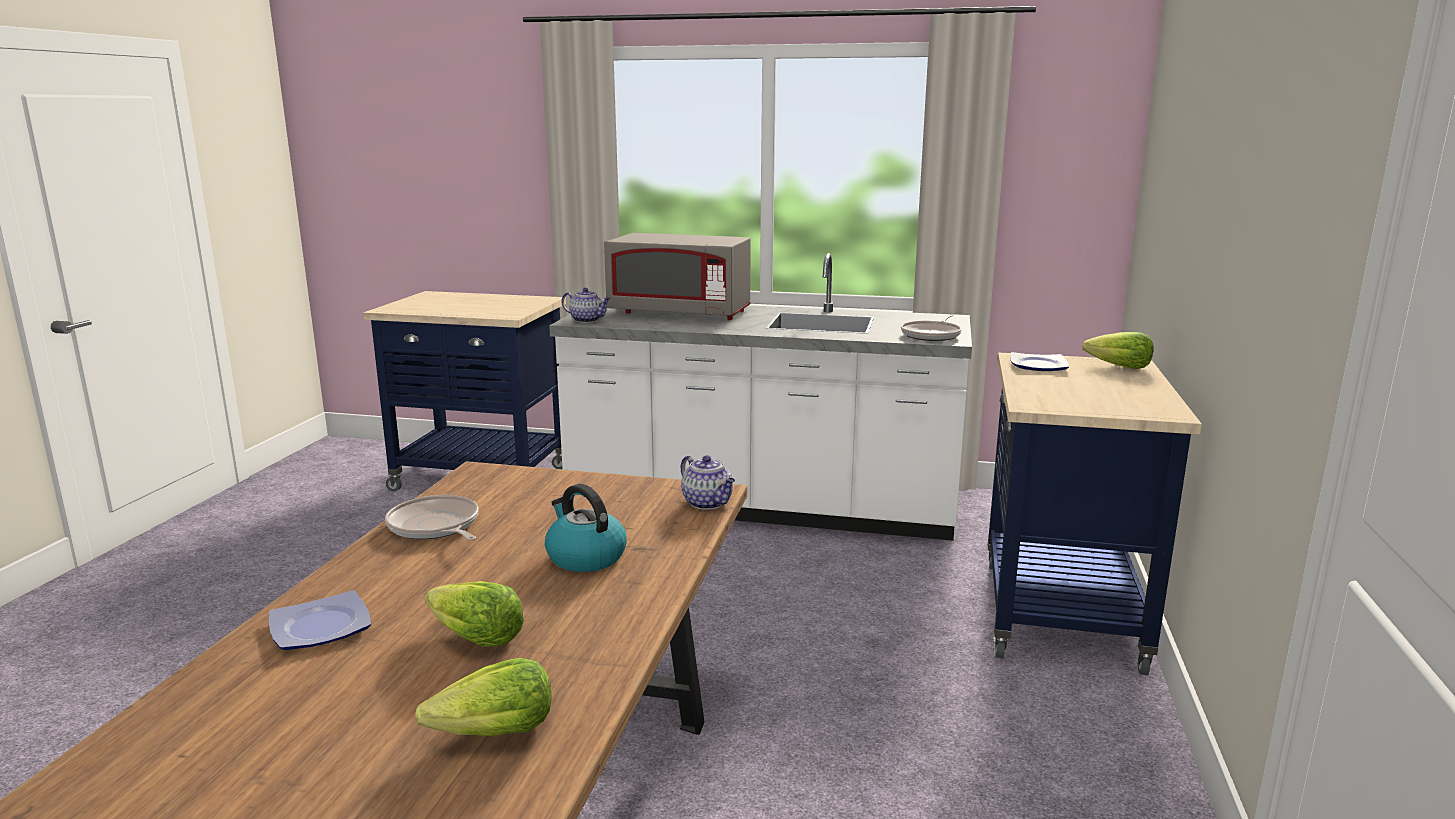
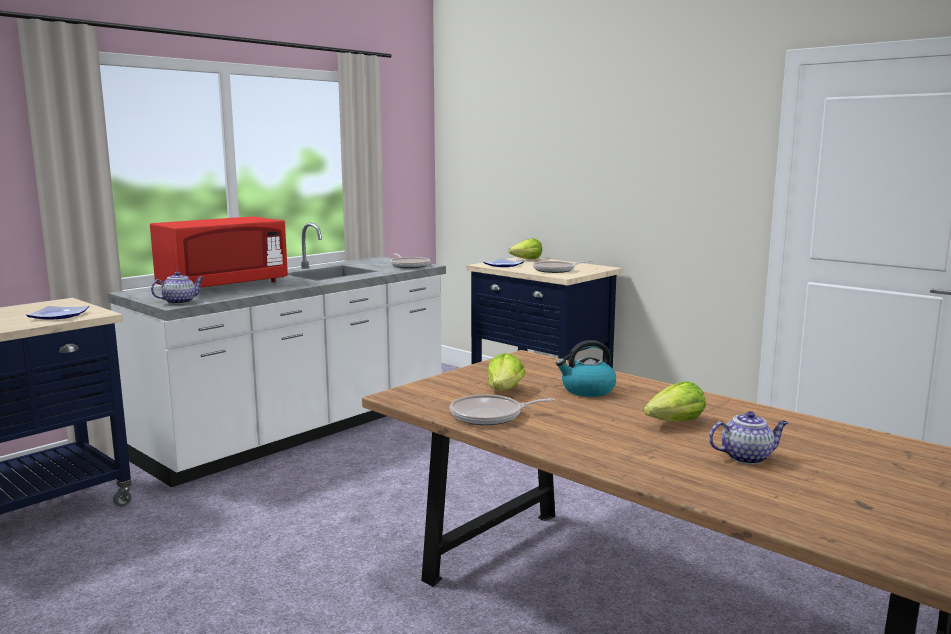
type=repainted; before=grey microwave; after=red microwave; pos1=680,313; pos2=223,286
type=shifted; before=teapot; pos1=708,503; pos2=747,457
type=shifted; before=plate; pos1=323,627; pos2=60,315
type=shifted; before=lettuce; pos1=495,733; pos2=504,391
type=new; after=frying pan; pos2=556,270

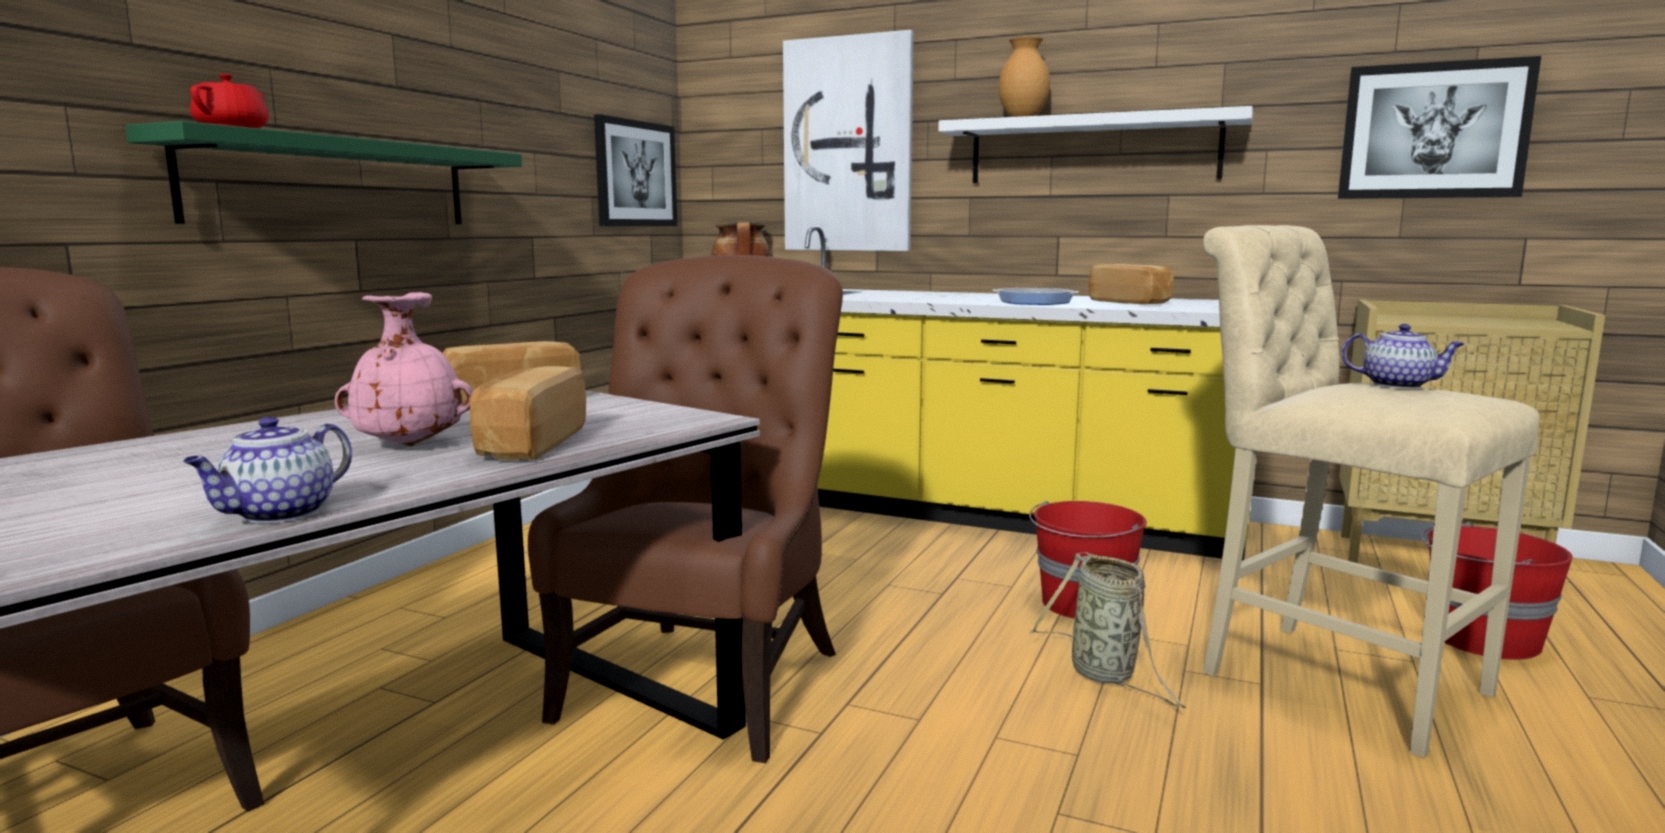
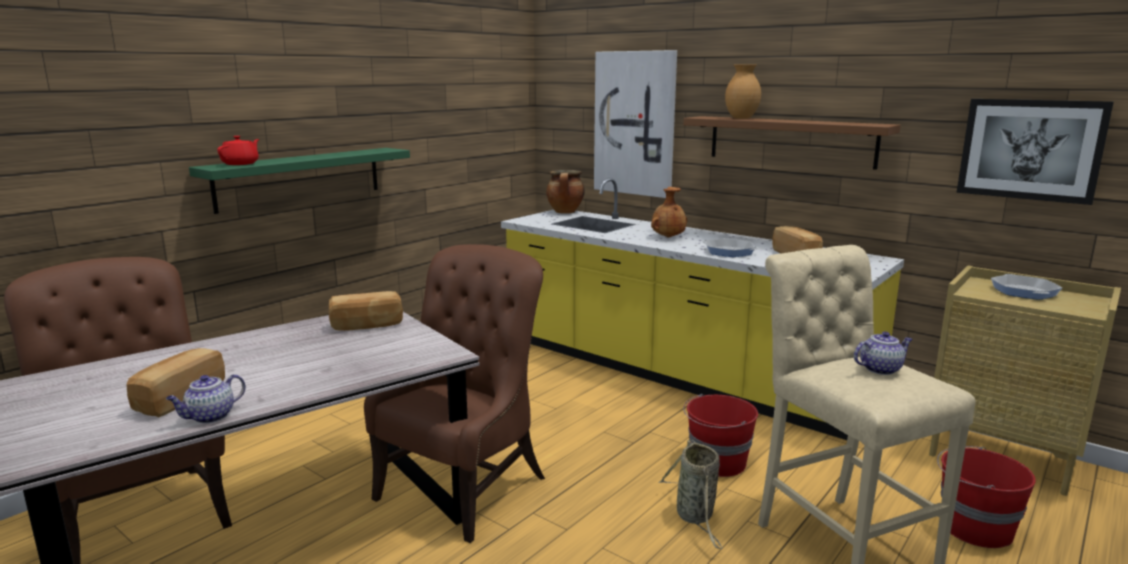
type=repainted; before=white shelf; after=brown shelf; pos1=1092,150; pos2=790,141
type=gone; before=picture; pos1=635,174
type=gone; before=pink vase; pos1=410,445
type=rotated; before=teapot; pos1=1398,385; pos2=880,369; turn=-60
type=shifted; before=bread; pos1=529,444; pos2=179,398
type=new; after=brown vase; pos2=667,237
type=new; after=frying pan; pos2=1024,292

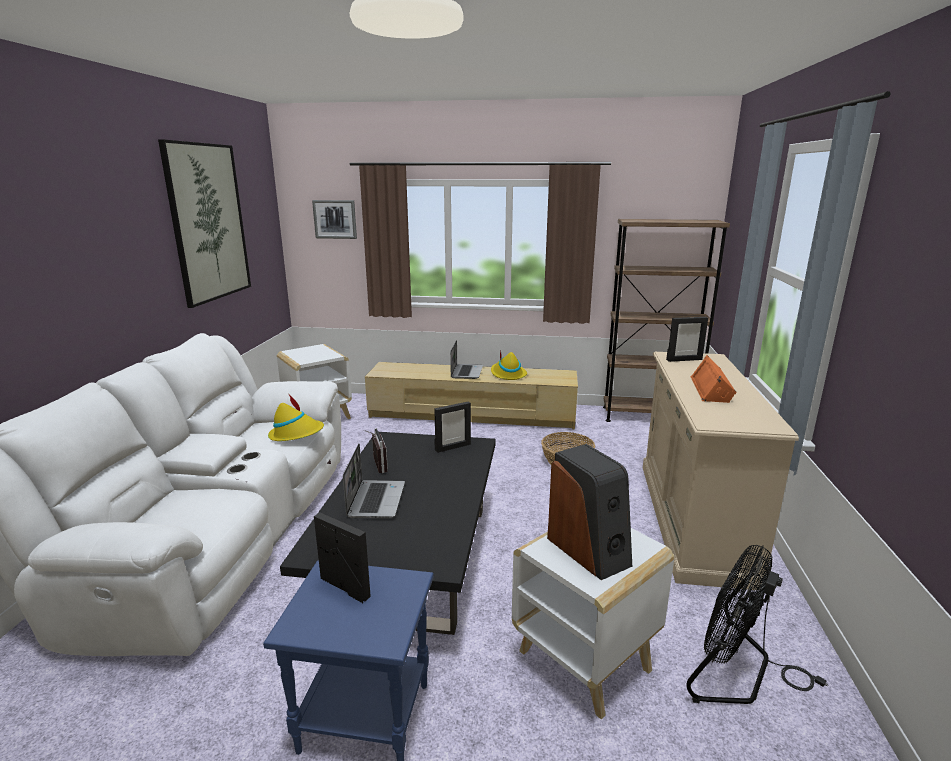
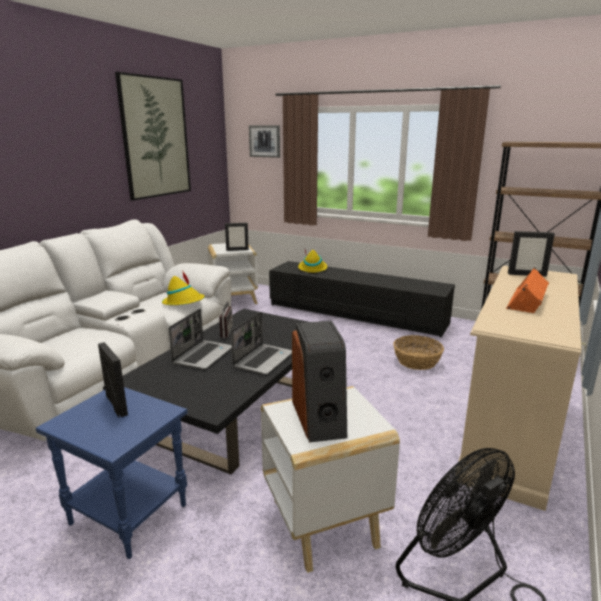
type=shifted; before=laptop; pos1=466,372; pos2=263,359
type=shifted; before=yellow hat; pos1=507,374; pos2=312,268
type=repainted; before=beige tv stand; after=black tv stand; pos1=473,414; pos2=356,313
type=shifted; before=picture frame; pos1=452,447; pos2=237,249

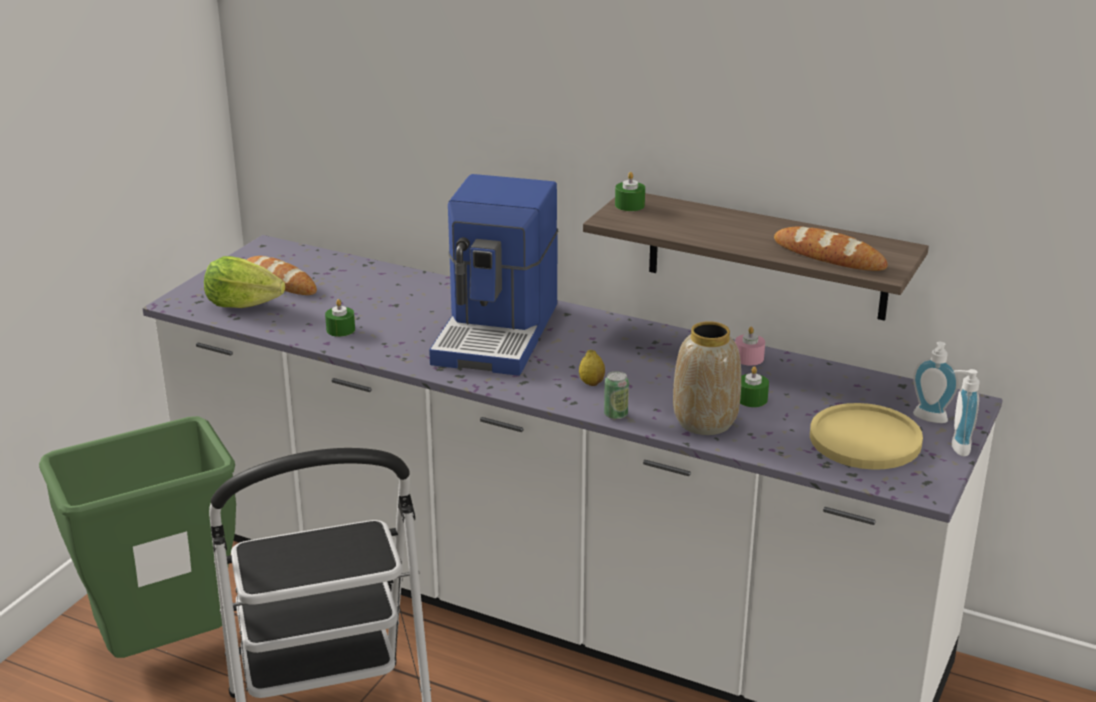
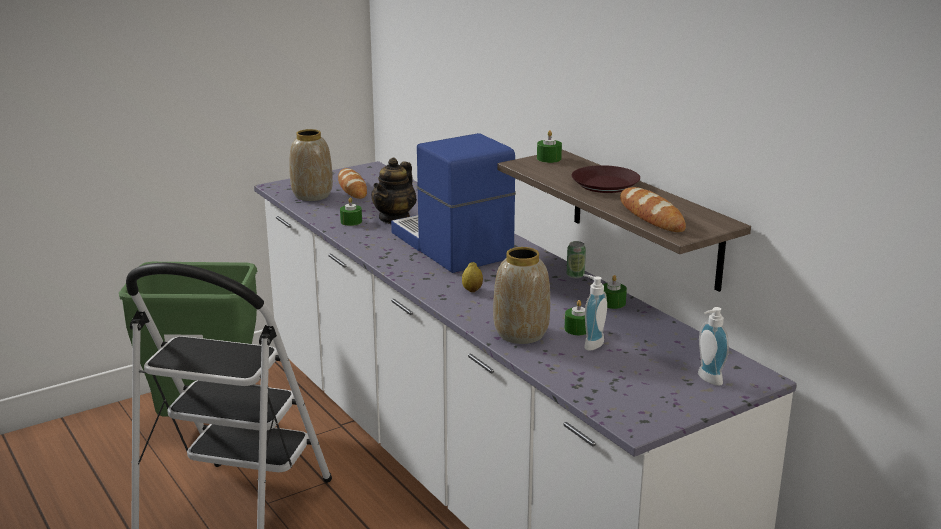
type=rotated; before=coffee machine; pos1=498,333; pos2=450,246; turn=105
type=swapped; before=lettuce; after=vase; pos1=242,304; pos2=312,195
type=repainted; before=pink candle; after=green candle; pos1=749,358; pos2=612,303
type=shifted; before=soap dispenser; pos1=956,447; pos2=591,343
type=shifted; before=can; pos1=615,415; pos2=575,275
type=gone; before=yellow plate; pos1=865,439
type=new; after=teapot; pos2=395,219
type=new; after=brown plate; pos2=606,185

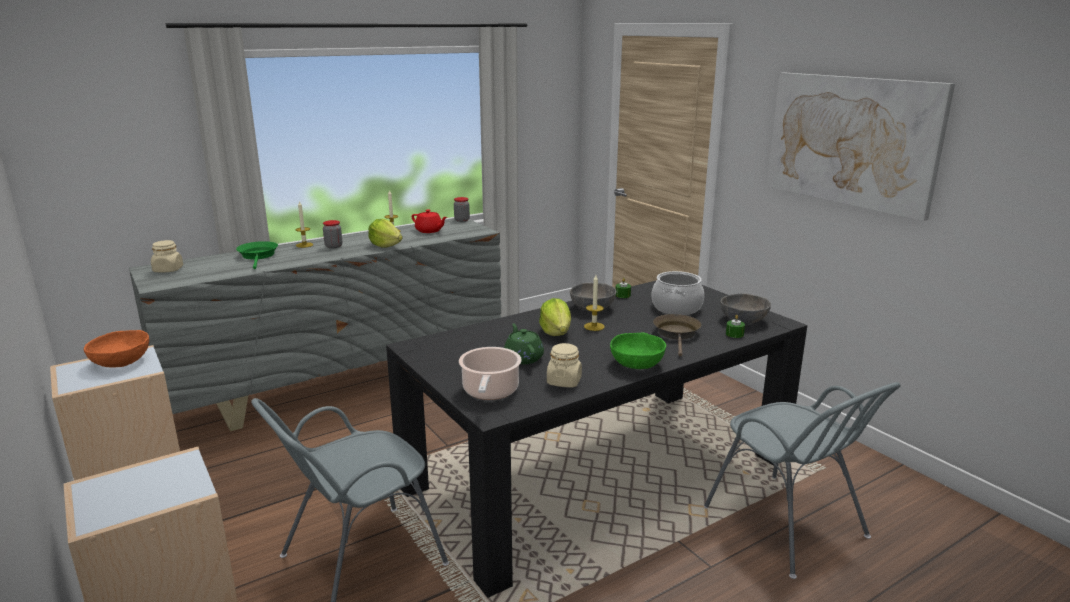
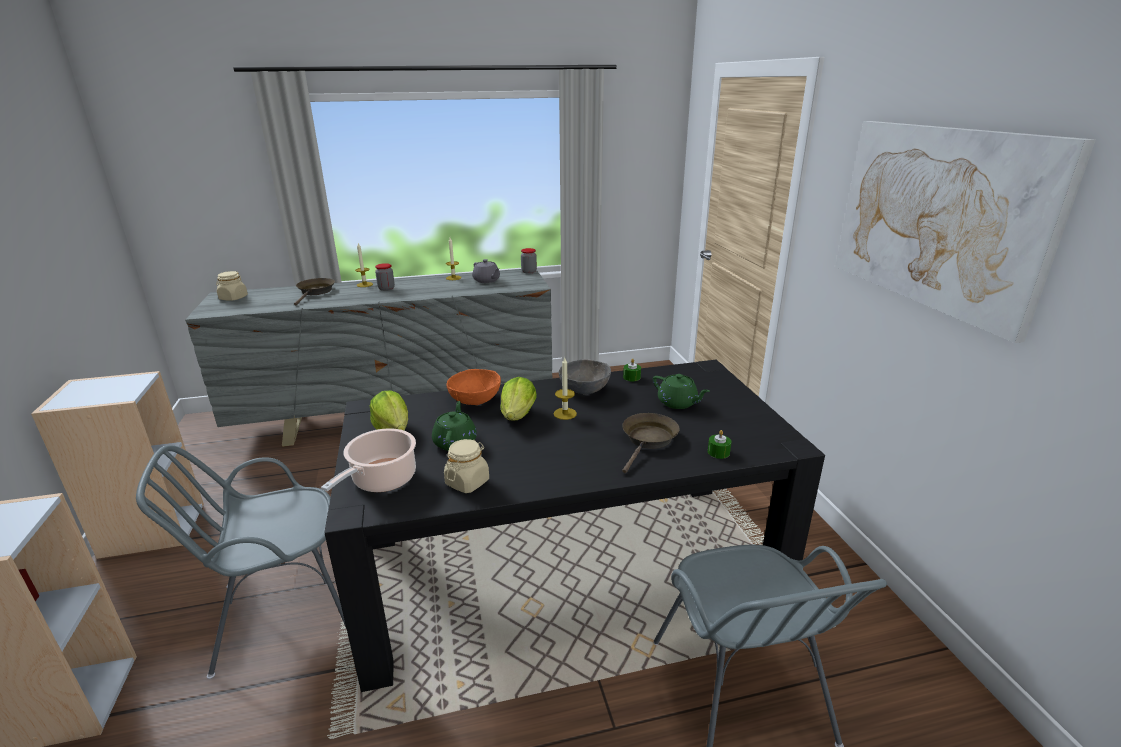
type=repainted; before=red teapot; after=grey teapot; pos1=429,231; pos2=486,280
type=shifted; before=lettuce; pos1=385,246; pos2=393,429
type=repainted; before=green frying pan; after=brown frying pan; pos1=258,256; pos2=315,292
type=swapped; before=cooking pot; after=green teapot; pos1=676,307; pos2=678,403
type=gone; before=grey bowl; pos1=744,320
type=shifted; before=orange bowl; pos1=122,362; pos2=475,399
type=gone; before=green bowl; pos1=637,364

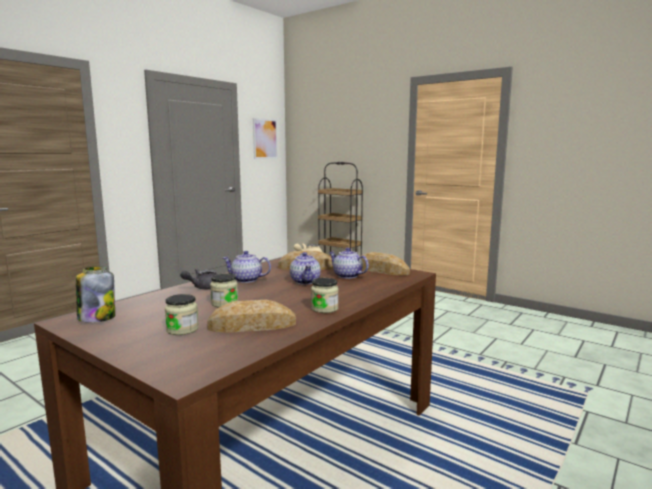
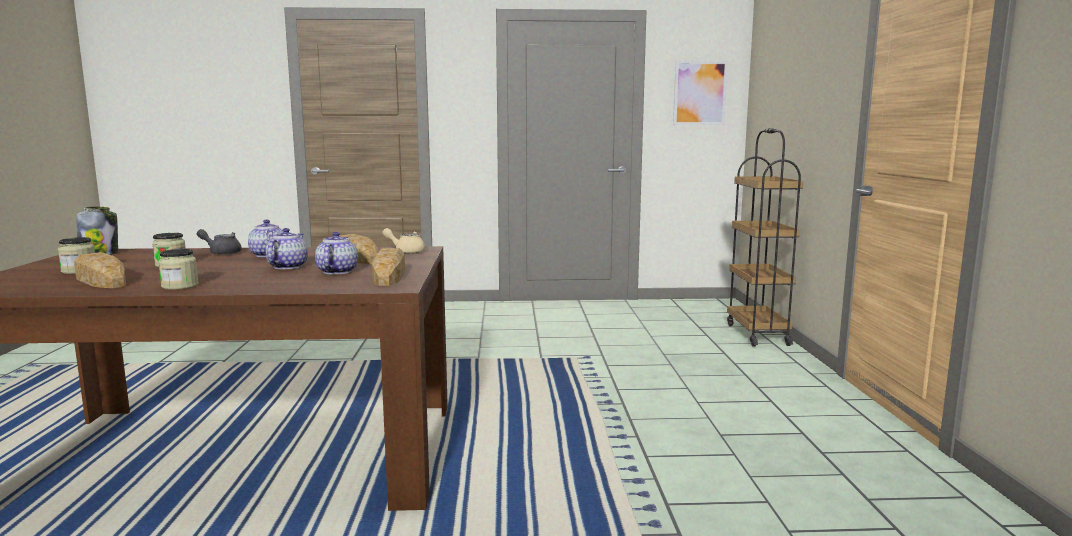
type=rotated; before=teapot; pos1=305,281; pos2=287,266; turn=150

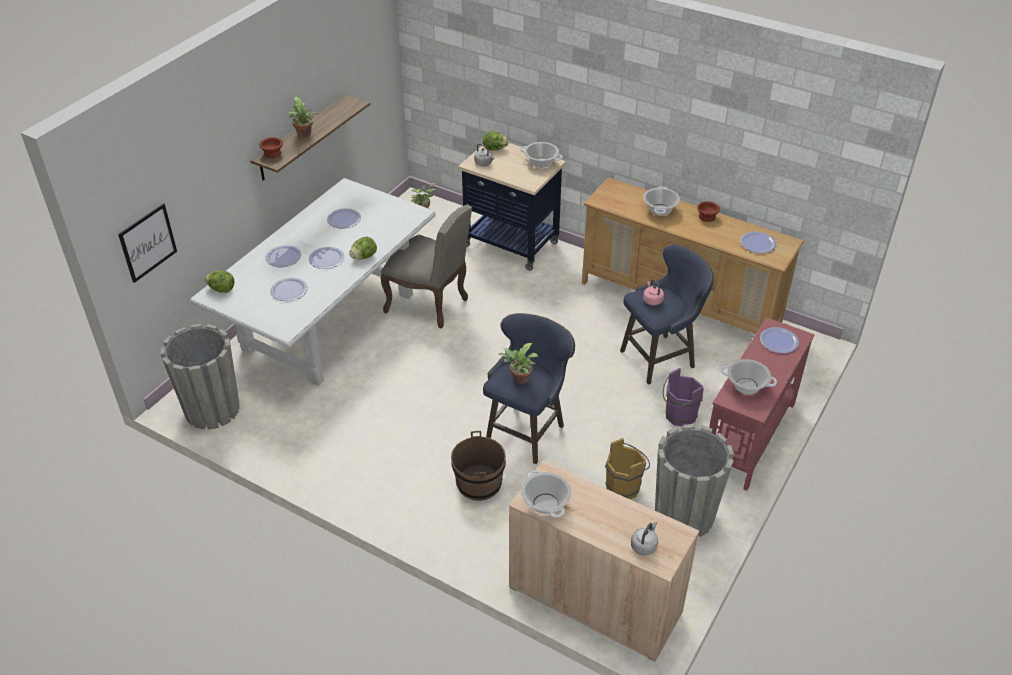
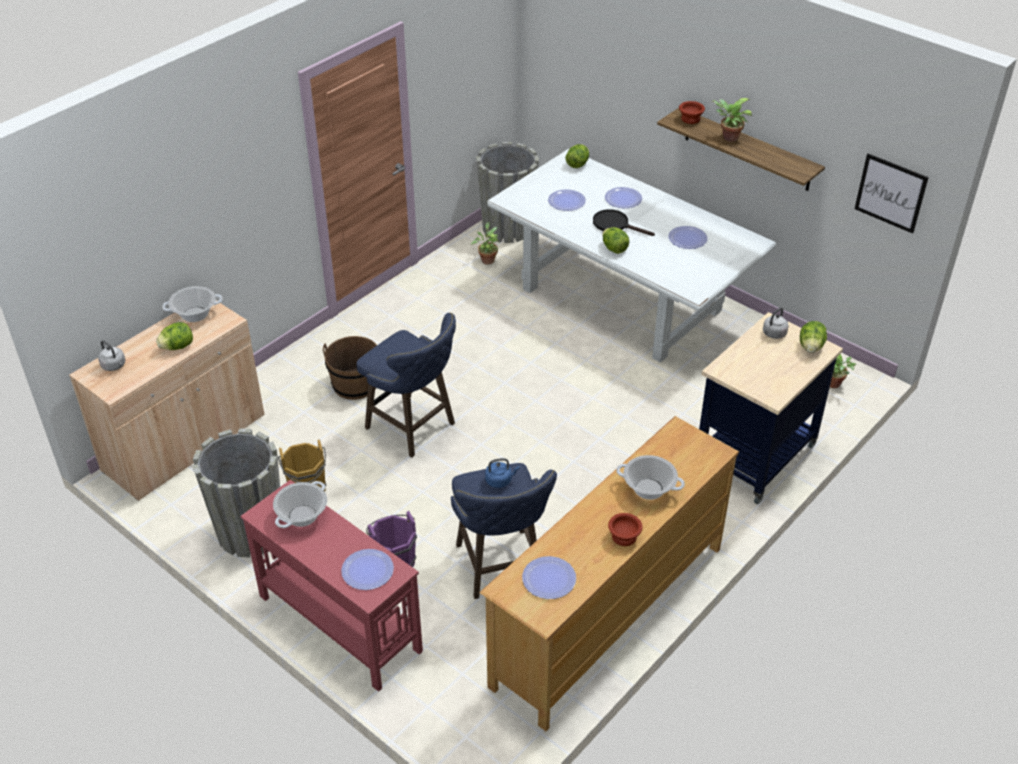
type=gone; before=cooking pot; pos1=541,162
type=shifted; before=picture; pos1=148,242; pos2=890,193
type=gone; before=grey chair; pos1=429,304
type=swapped; before=plate; after=black frying pan; pos1=326,259; pos2=615,225
type=repainted; before=pink kettle; after=blue kettle; pos1=652,300; pos2=500,480
type=shifted; before=potted plant; pos1=519,379; pos2=487,259
type=new; after=lettuce; pos2=177,347

